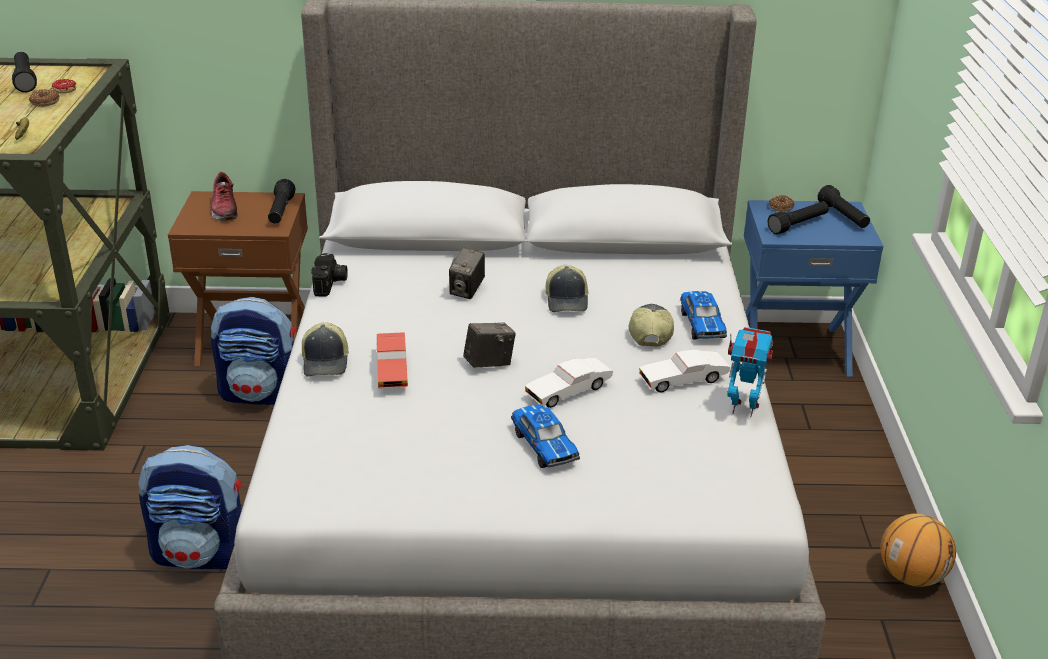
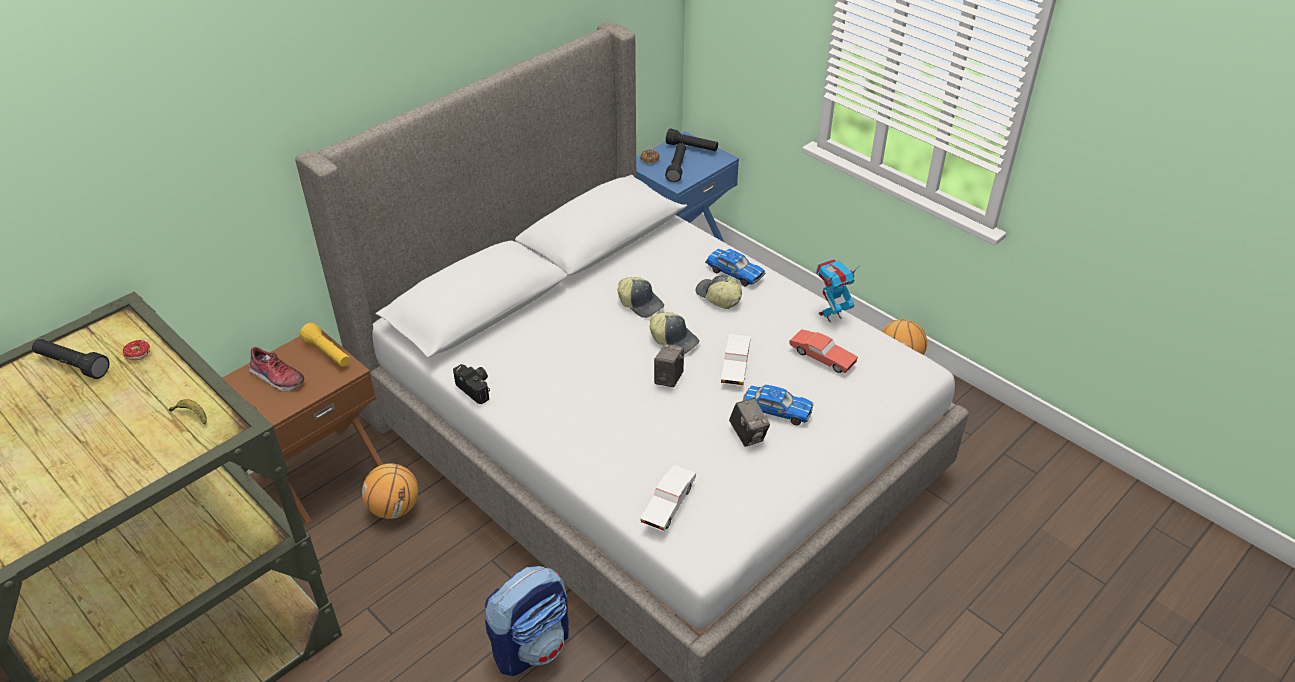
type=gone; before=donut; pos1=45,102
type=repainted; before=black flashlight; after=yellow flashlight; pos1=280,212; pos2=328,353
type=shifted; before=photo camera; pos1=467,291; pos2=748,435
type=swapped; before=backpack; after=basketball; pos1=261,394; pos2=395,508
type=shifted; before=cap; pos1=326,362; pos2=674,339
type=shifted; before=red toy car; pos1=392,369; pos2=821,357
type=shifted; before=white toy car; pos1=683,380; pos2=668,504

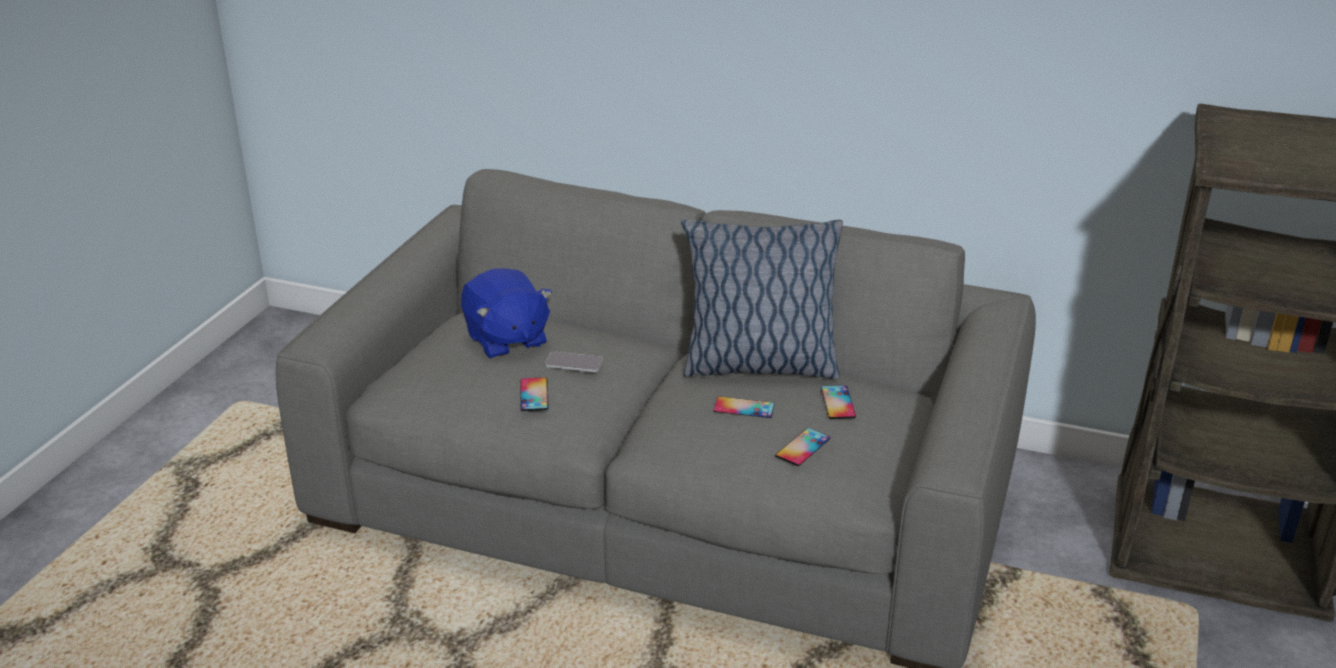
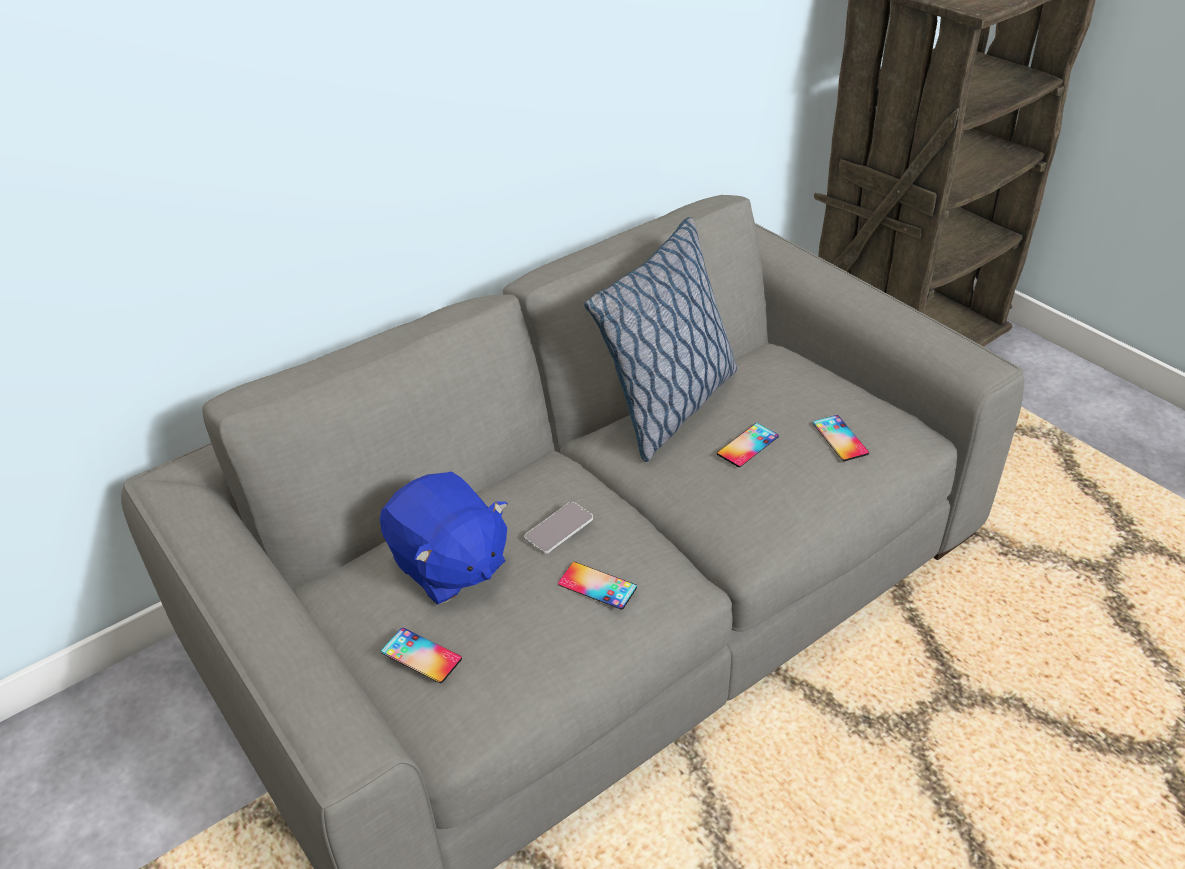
type=rotated; before=blue plush toy; pos1=506,340; pos2=449,565; turn=45
type=shifted; before=phone; pos1=837,402; pos2=421,655

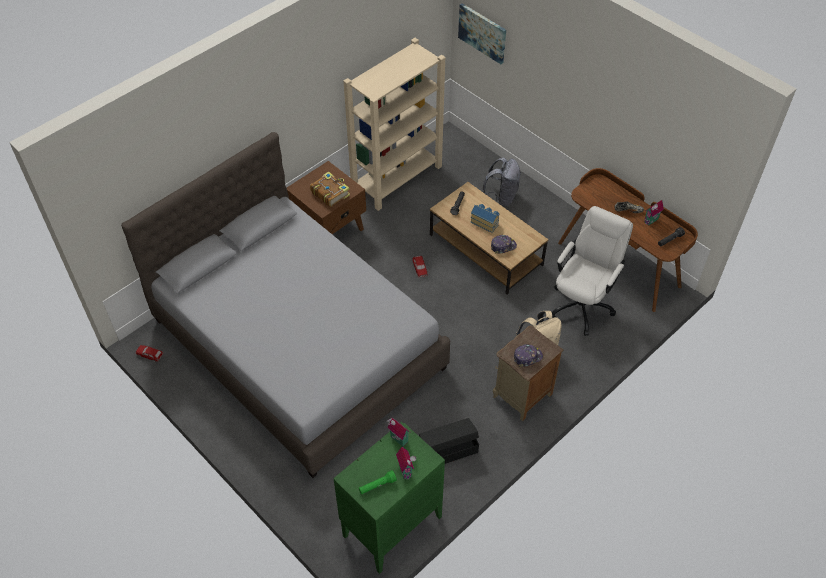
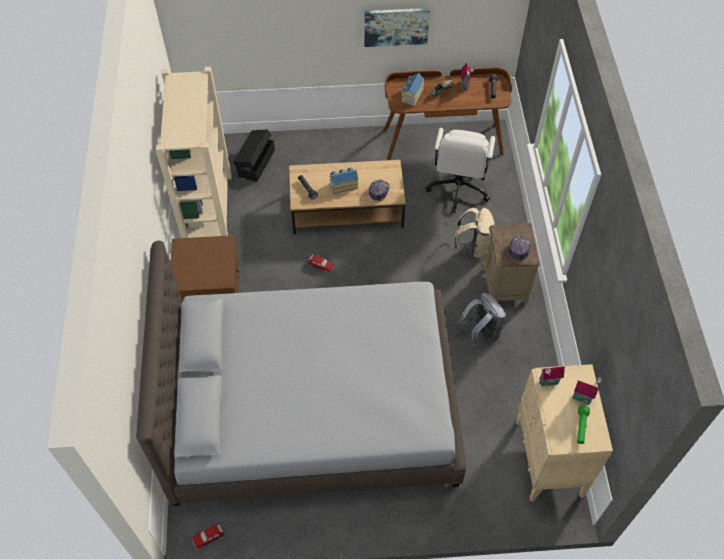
type=shifted; before=picture; pos1=482,33; pos2=396,26
type=shifted; before=grey backpack; pos1=501,197; pos2=481,333
type=gone; before=book; pos1=330,193
type=rotated; before=white office chair; pos1=581,305; pos2=458,191; turn=-150
type=shifted; before=black storage box; pos1=448,450; pos2=255,163
type=repainted; before=green dresser; after=beige dresser; pos1=390,525; pos2=547,459
type=new; after=toy house; pos2=411,95

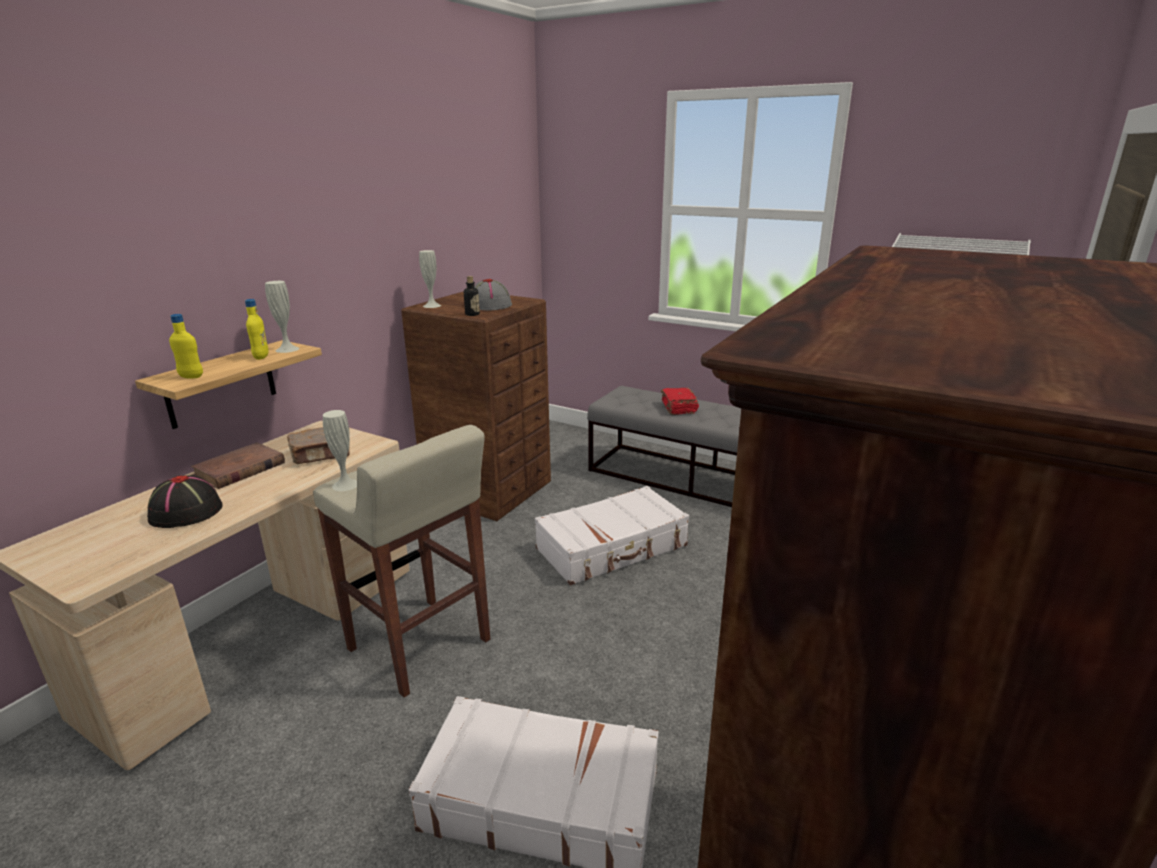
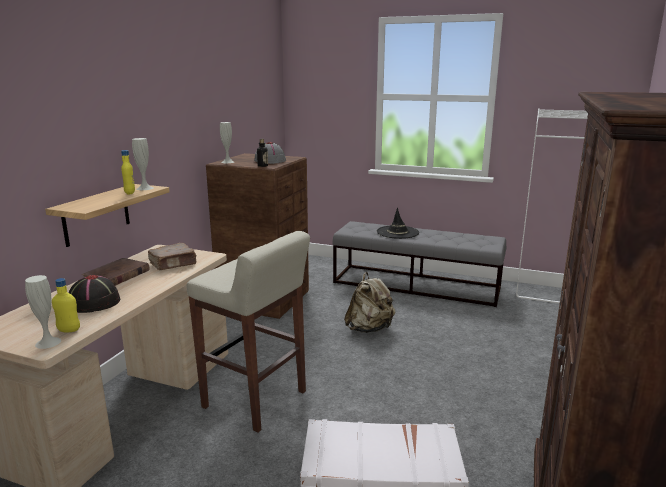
type=shifted; before=yellow bottle; pos1=191,377; pos2=69,330
type=swapped; before=red book; after=black hat; pos1=678,408; pos2=397,232
type=shifted; before=white vase; pos1=345,485; pos2=48,342
type=swapped; before=white suitcase; after=beige backpack; pos1=612,548; pos2=369,329

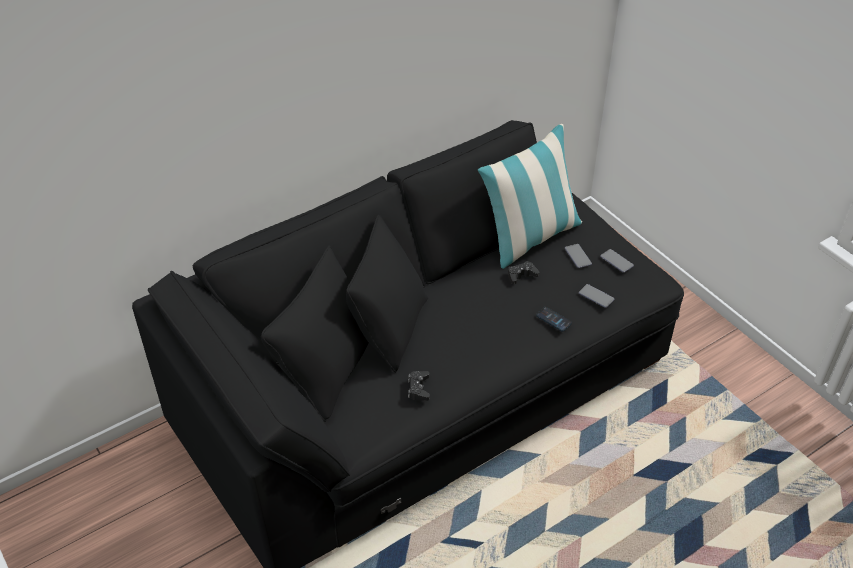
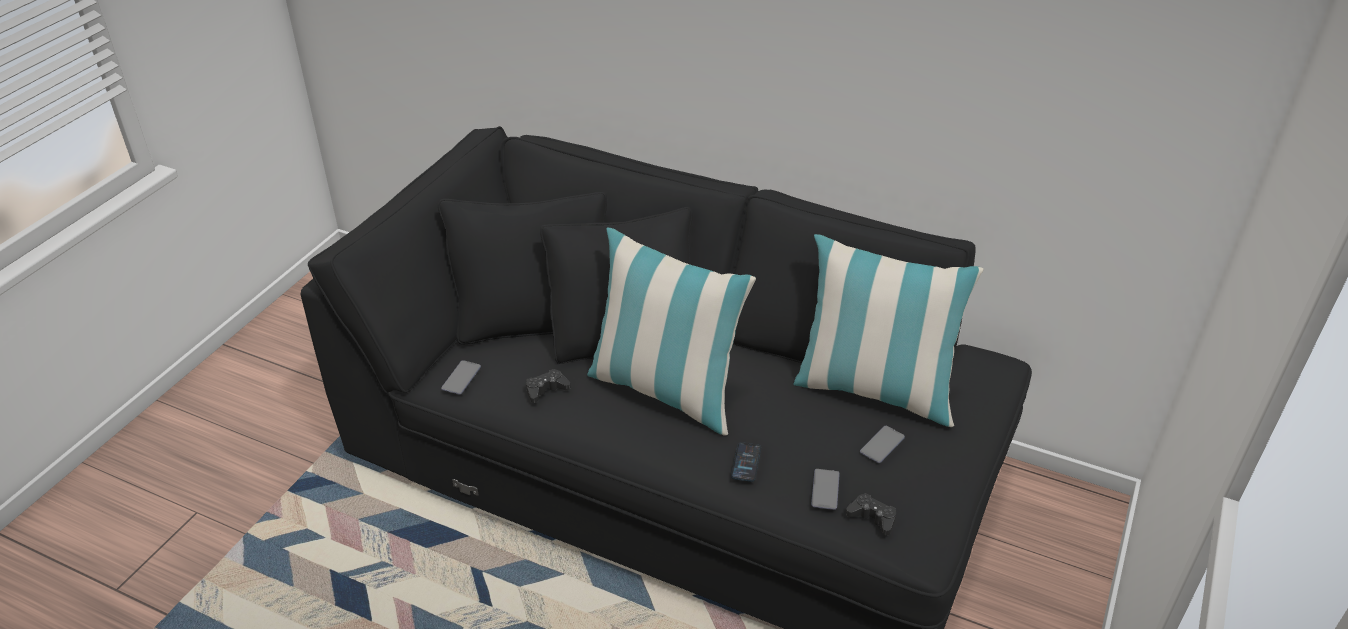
type=shifted; before=phone; pos1=616,261; pos2=461,378
type=shifted; before=black game controller; pos1=521,275; pos2=872,518
type=new; after=pillow; pos2=665,390

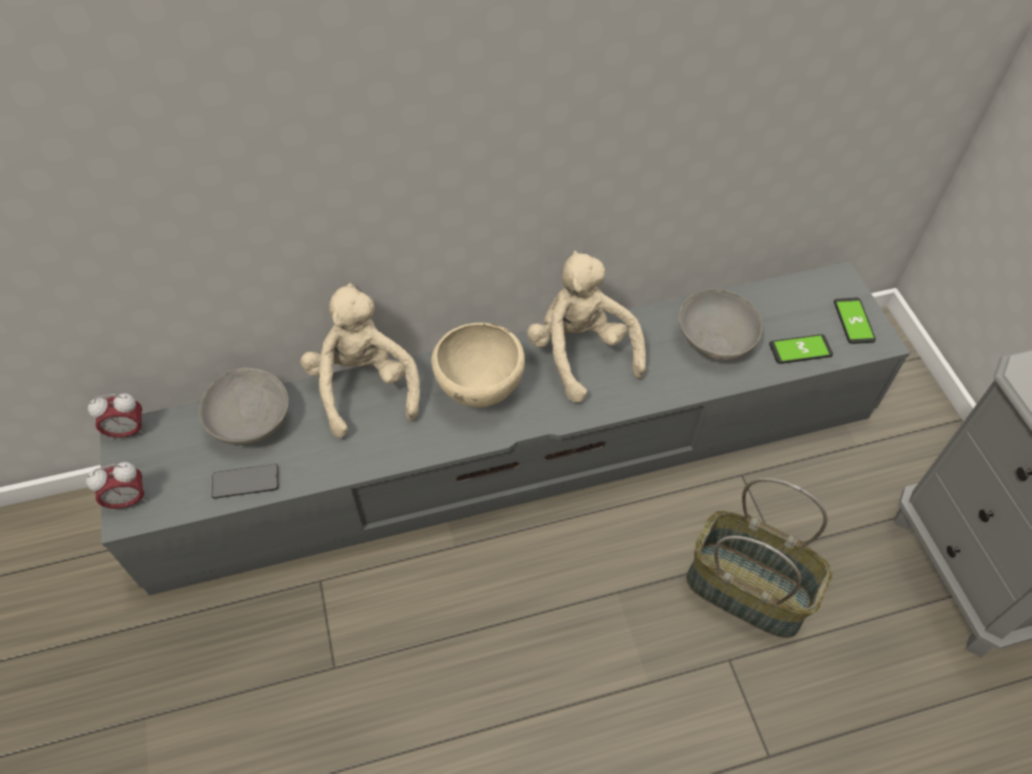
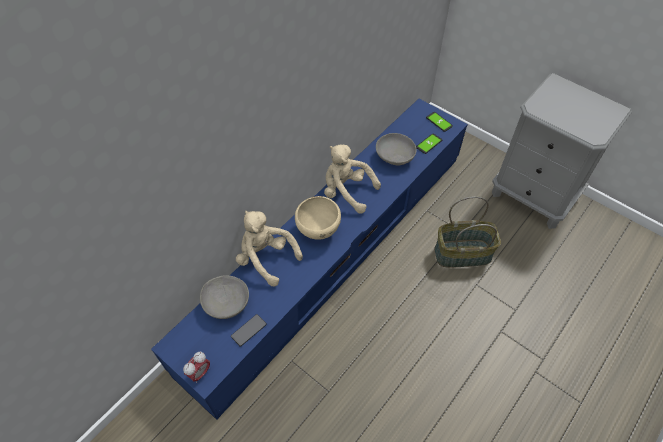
type=repainted; before=grey tv stand; after=blue tv stand; pos1=515,451; pos2=331,254
type=gone; before=alarm clock; pos1=128,431

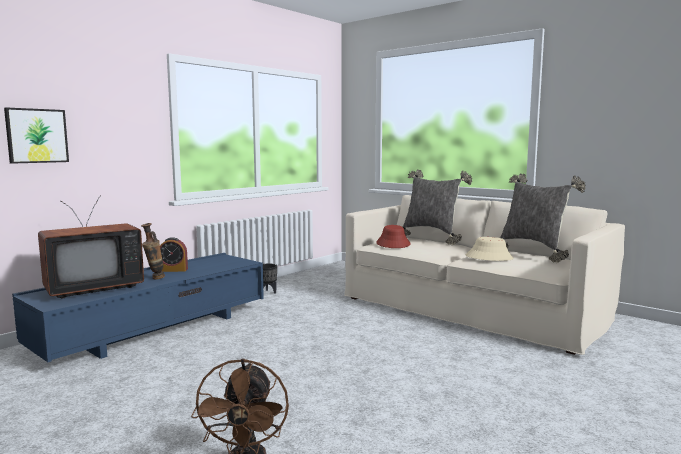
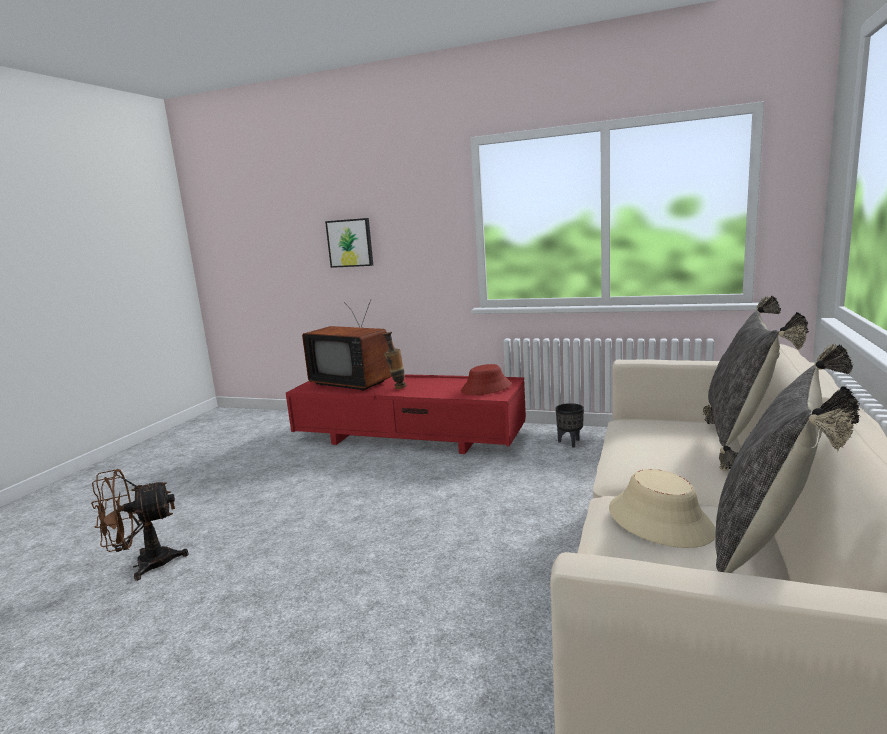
type=shifted; before=red hat; pos1=393,244; pos2=486,388
type=gone; before=alarm clock; pos1=173,270
type=repainted; before=blue tv stand; after=red tv stand; pos1=155,328; pos2=409,436

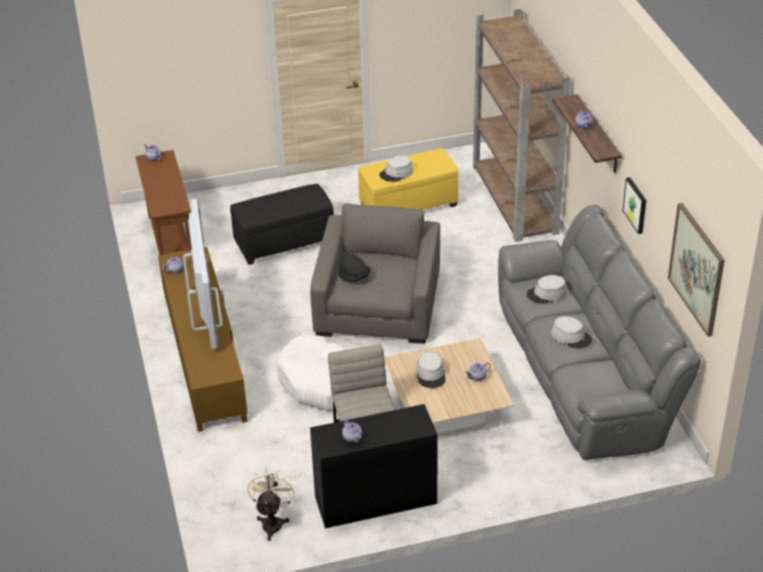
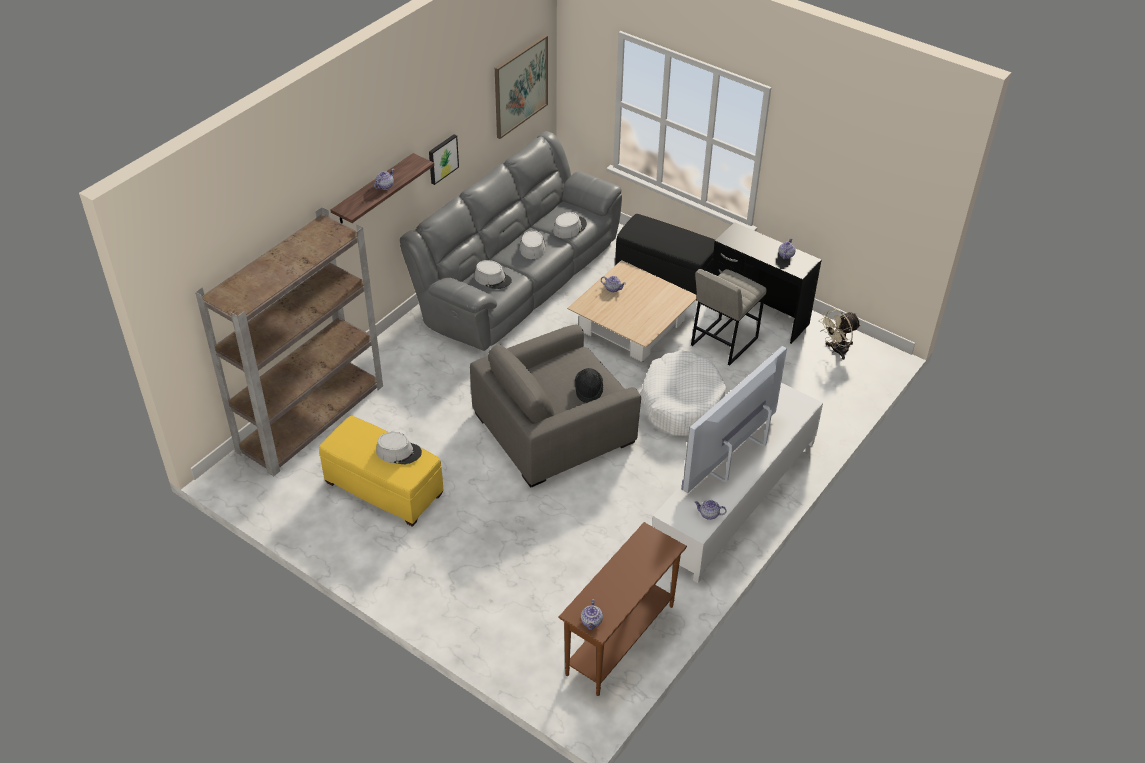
type=shifted; before=black ottoman; pos1=284,242; pos2=666,274
type=repainted; before=brown tv stand; after=white tv stand; pos1=204,355; pos2=735,498
type=shifted; before=grey hat; pos1=430,374; pos2=569,228

